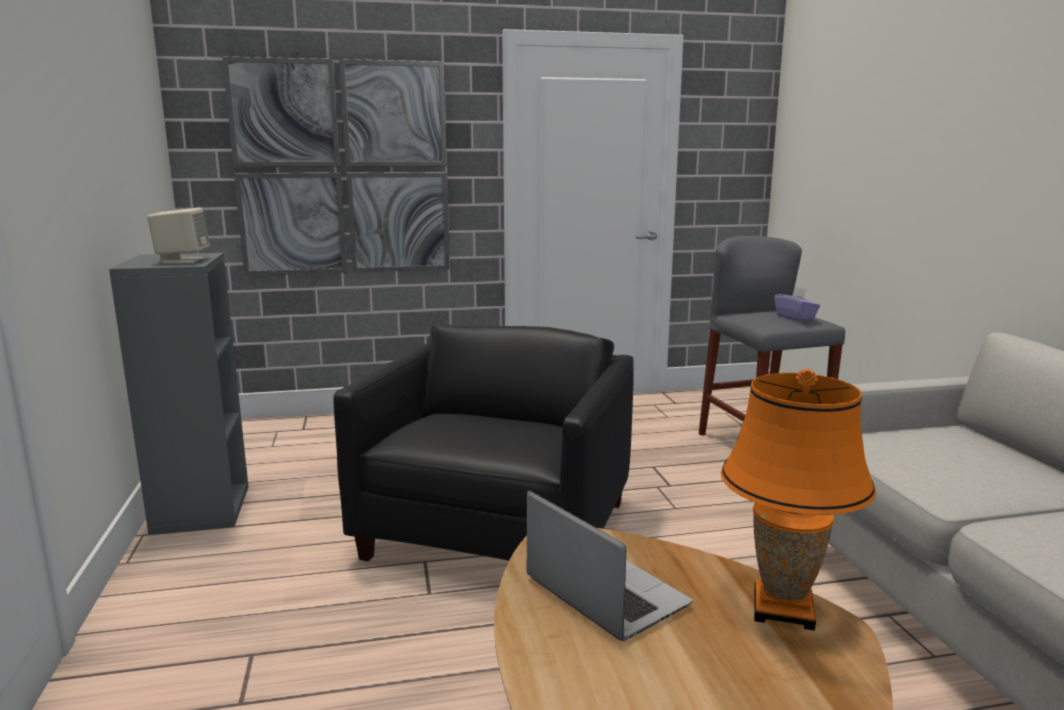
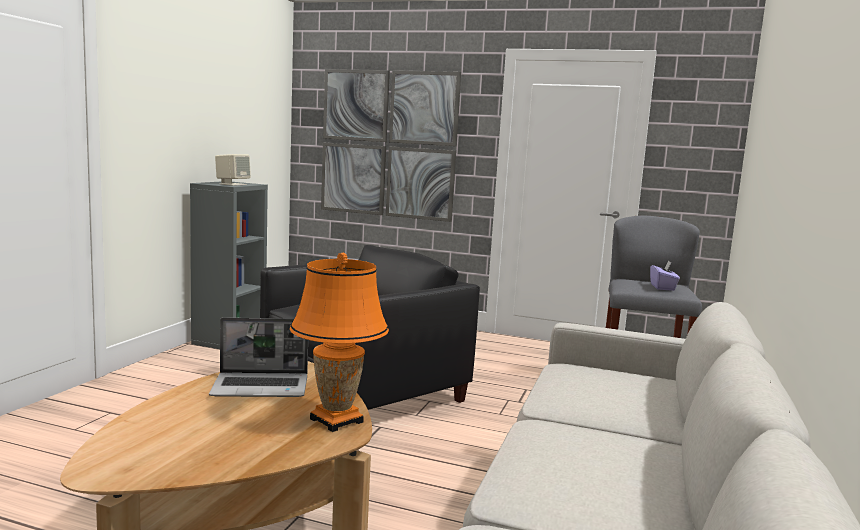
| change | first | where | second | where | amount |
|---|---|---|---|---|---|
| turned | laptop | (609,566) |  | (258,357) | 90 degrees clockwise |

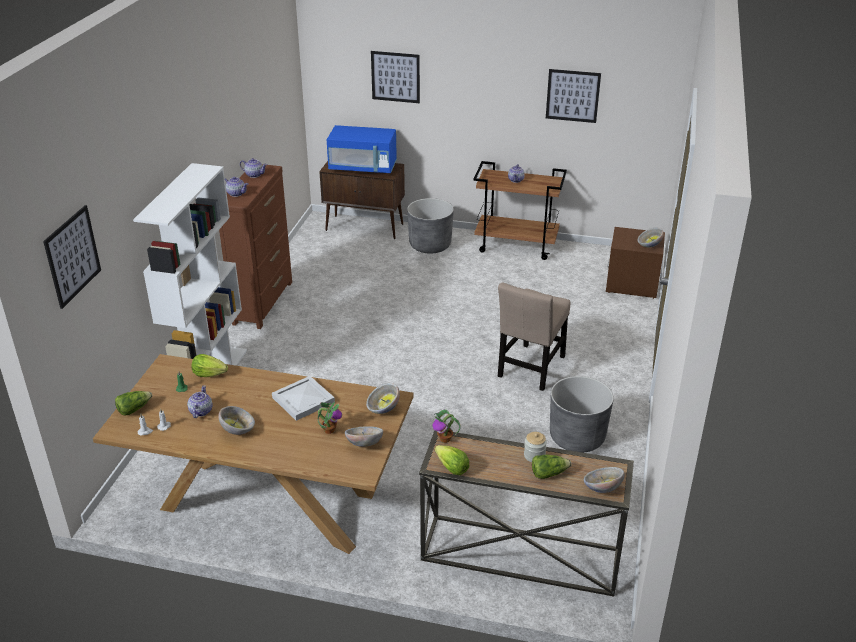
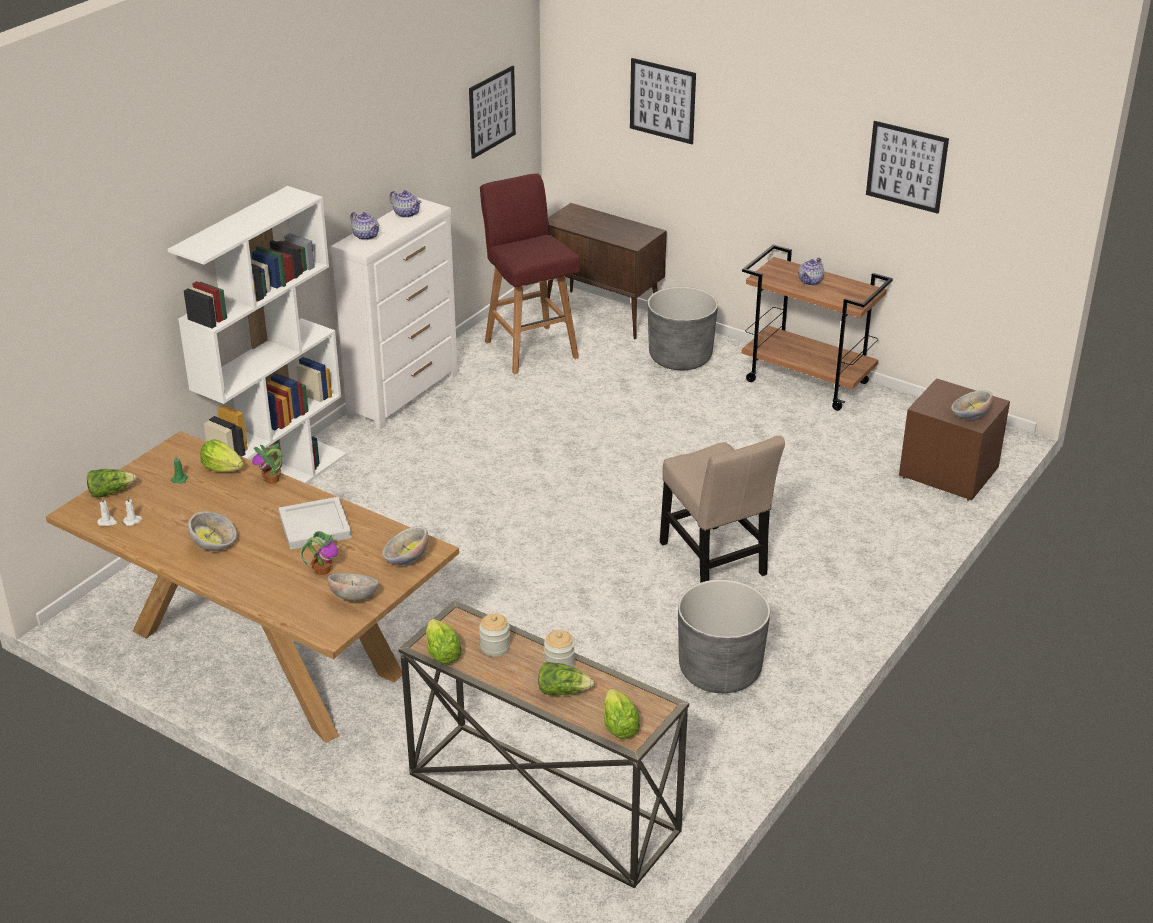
| change | first | where | second | where | amount |
|---|---|---|---|---|---|
| removed | kitchen microwave (blue-coloured) | (362,149) |  |  |  |
| recoloured | dresser (brown) | (255,246) | dresser (white) | (394,313) |  |
| moved | picture | (72,257) |  | (492,112) |  |
| turned | chair (beige) | (534,337) |  | (722,509) | 75 degrees counterclockwise |
| removed | teapot | (200,401) |  |  |  |
| moved | houseplant | (446,426) |  | (267,463) |  |
| replaced | serving bowl | (604,480) | lettuce head | (622,714) |  |
| added |  |  | stool (red) | (530,274) |  |
| added |  |  | storage jar | (494,635) |  |

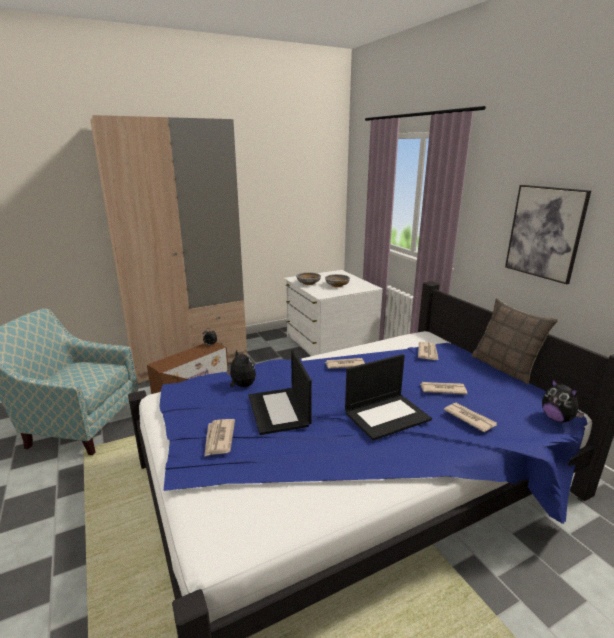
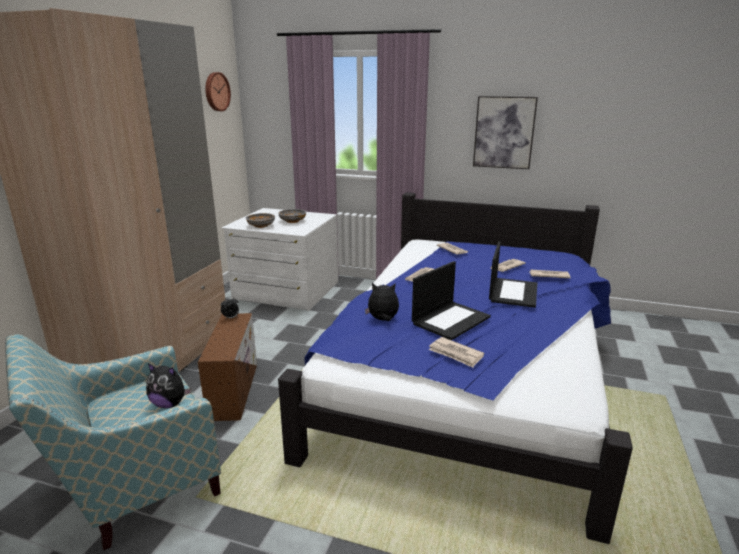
| change | first | where | second | where | amount |
|---|---|---|---|---|---|
| removed | throw pillow | (514,341) |  |  |  |
| turned | laptop | (280,392) |  | (451,300) | 75 degrees counterclockwise |
| moved | plush toy | (563,400) |  | (169,385) |  |
| added |  |  | clock on the wall | (218,91) |  |

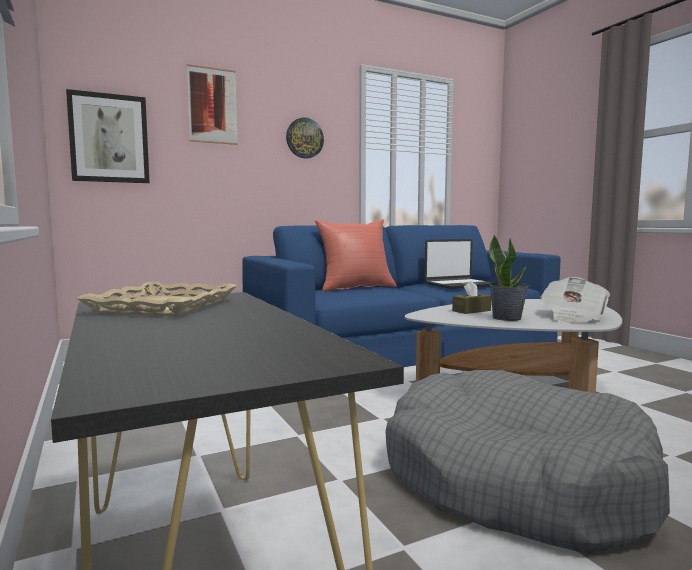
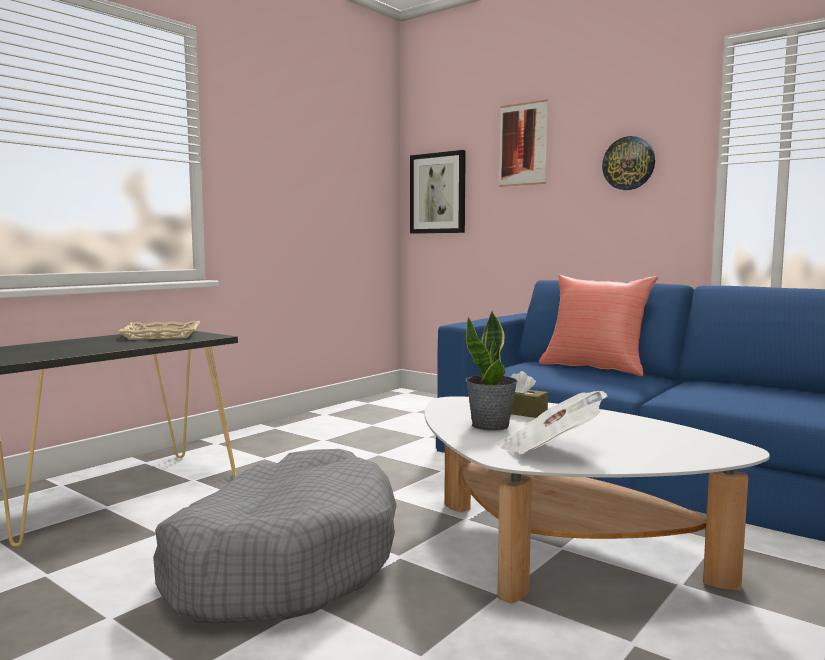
| change | first | where | second | where | amount |
|---|---|---|---|---|---|
| removed | laptop | (459,264) |  |  |  |

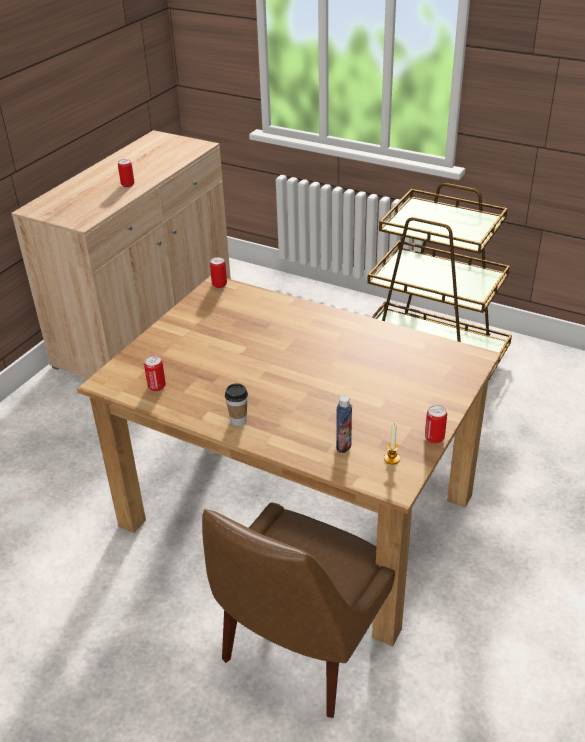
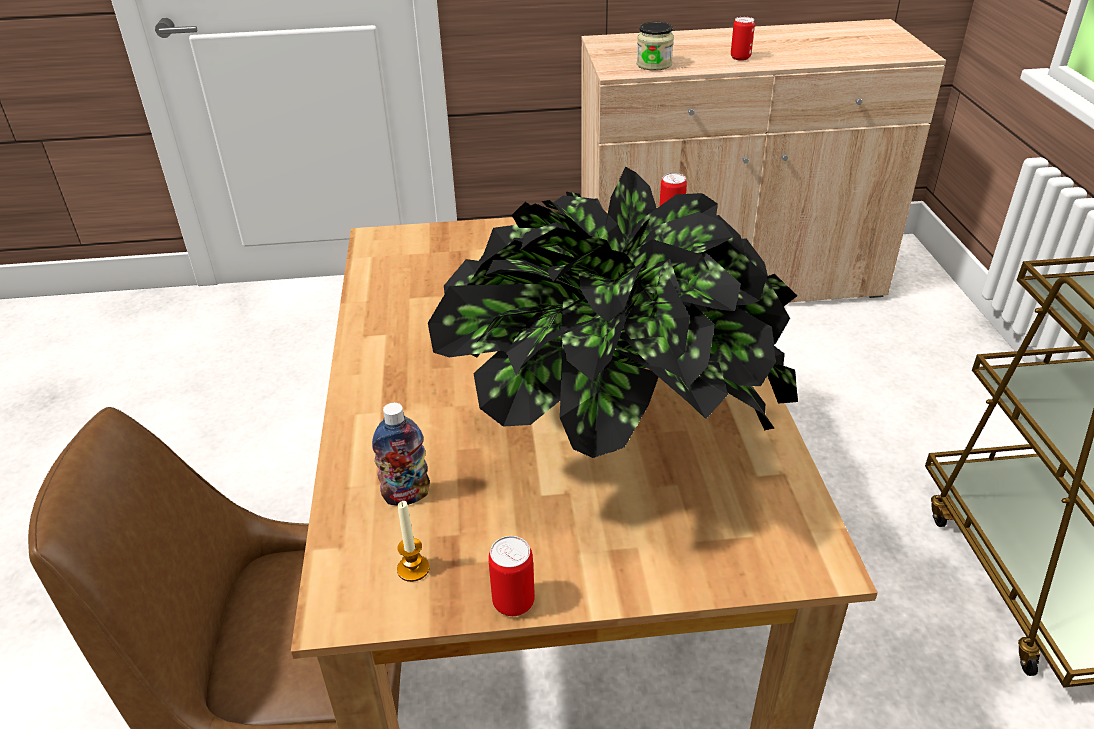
| change | first | where | second | where | amount |
|---|---|---|---|---|---|
| removed | metal can | (155,373) |  |  |  |
| removed | small cup | (236,404) |  |  |  |
| added |  |  | storage jar | (655,46) |  |
| added |  |  | houseplant | (613,312) |  |

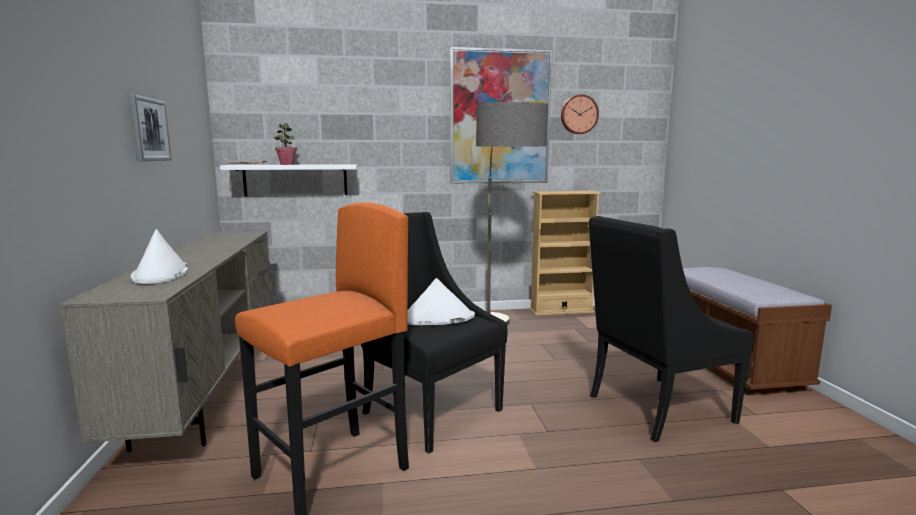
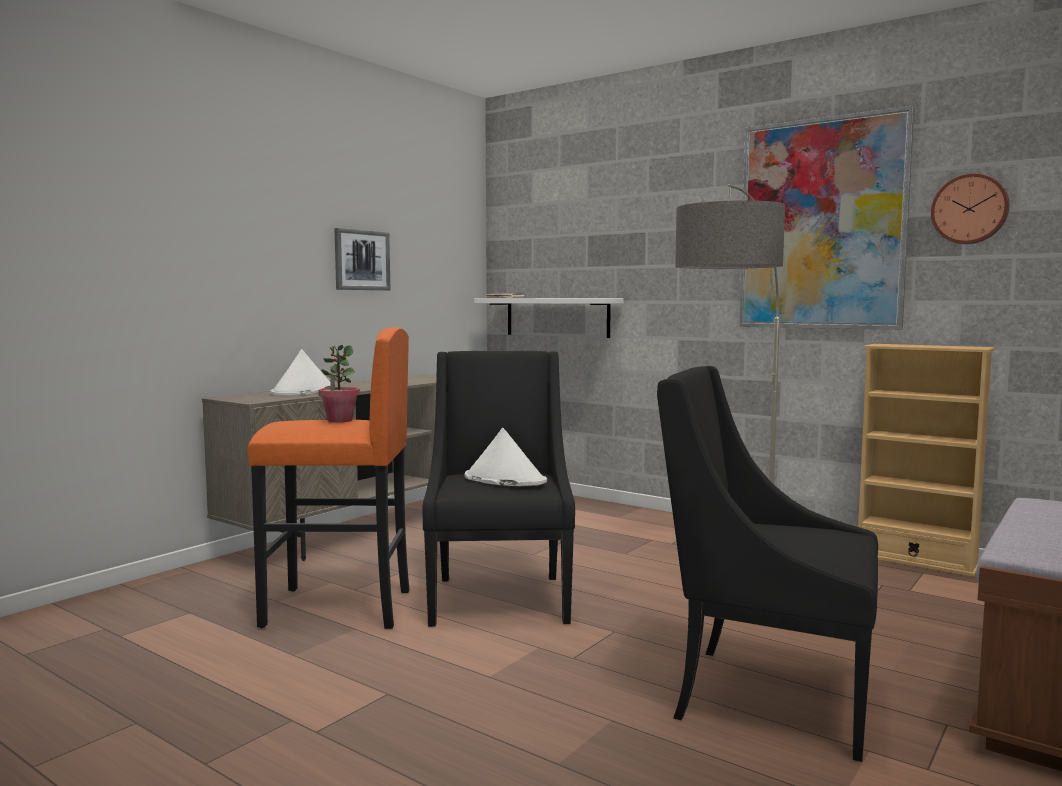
| change | first | where | second | where | amount |
|---|---|---|---|---|---|
| moved | houseplant | (285,144) |  | (339,384) |  |

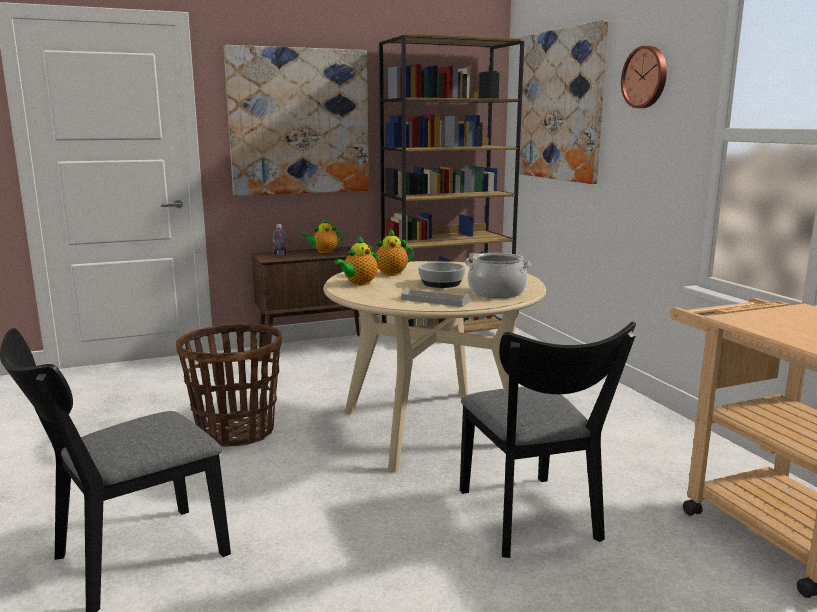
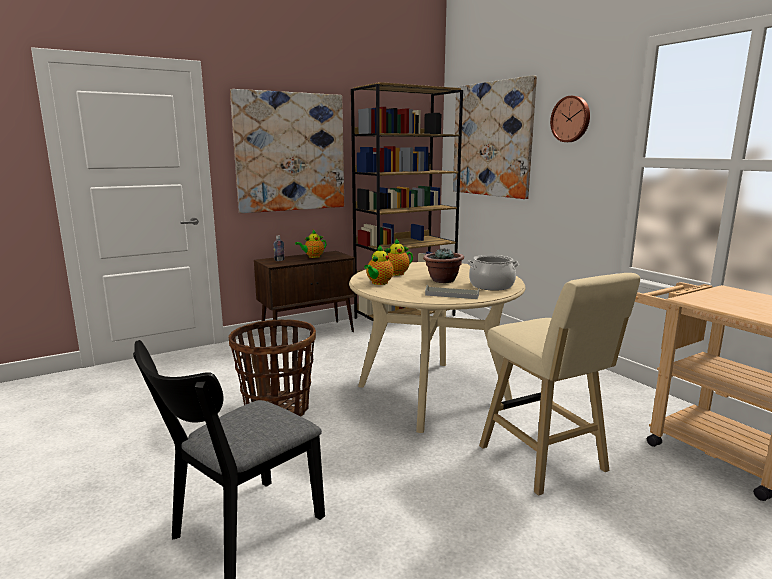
| change | first | where | second | where | amount |
|---|---|---|---|---|---|
| replaced | serving bowl | (442,275) | houseplant | (443,265) |  |
| replaced | chair (black-coloured) | (548,439) | stool (beige) | (559,384) |  |

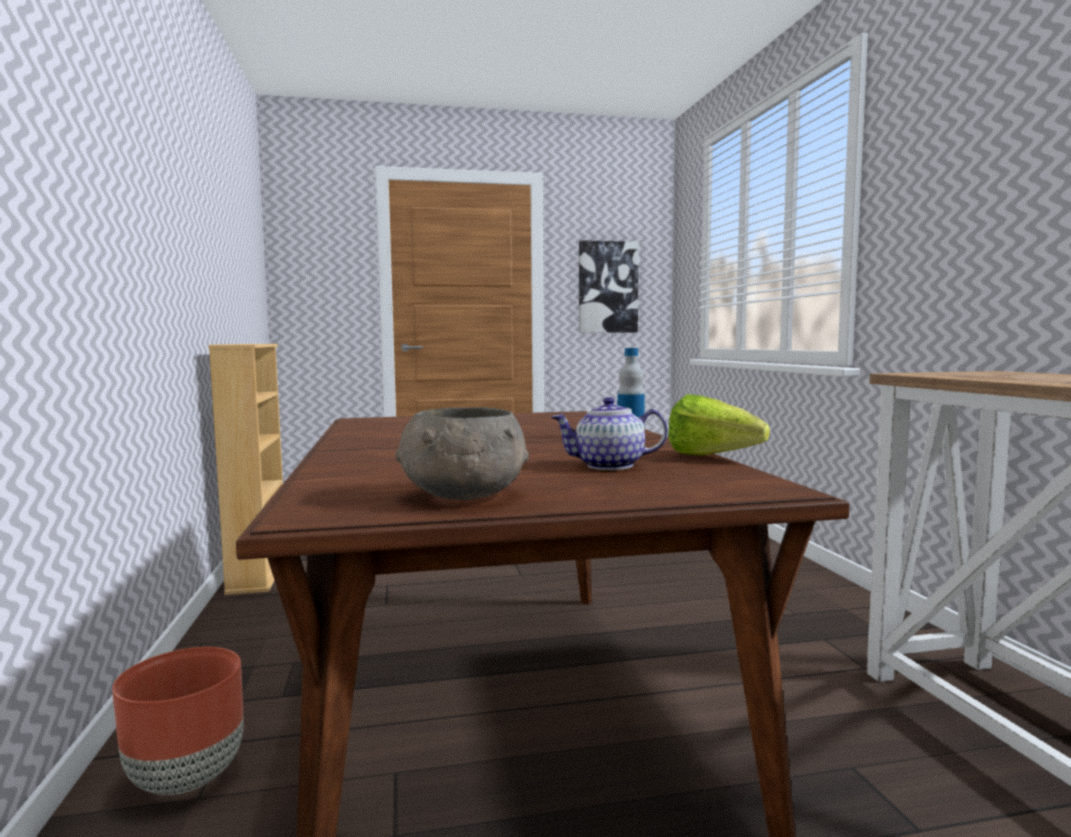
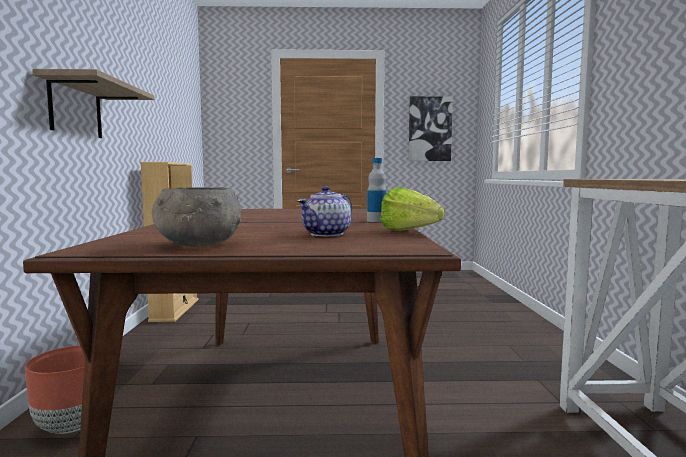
| change | first | where | second | where | amount |
|---|---|---|---|---|---|
| turned | teapot | (610,433) |  | (324,211) | 60 degrees counterclockwise |
| added |  |  | wall shelf | (93,103) |  |

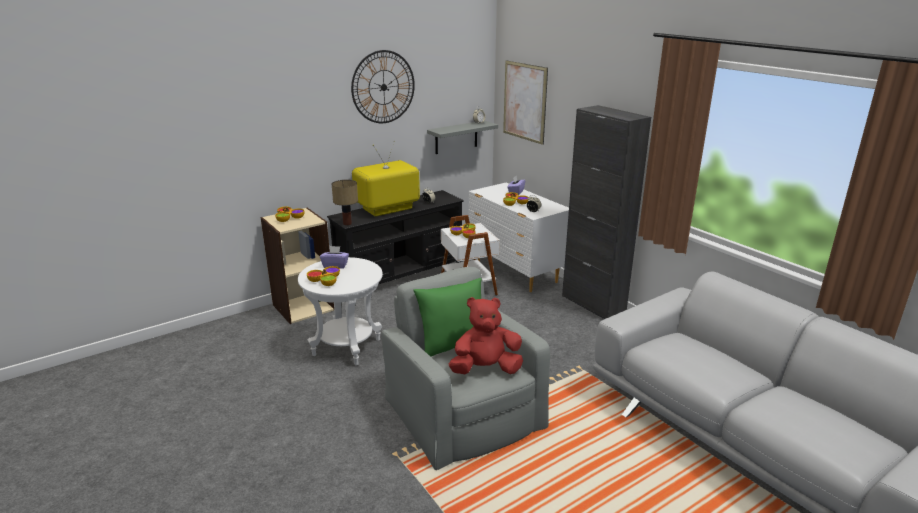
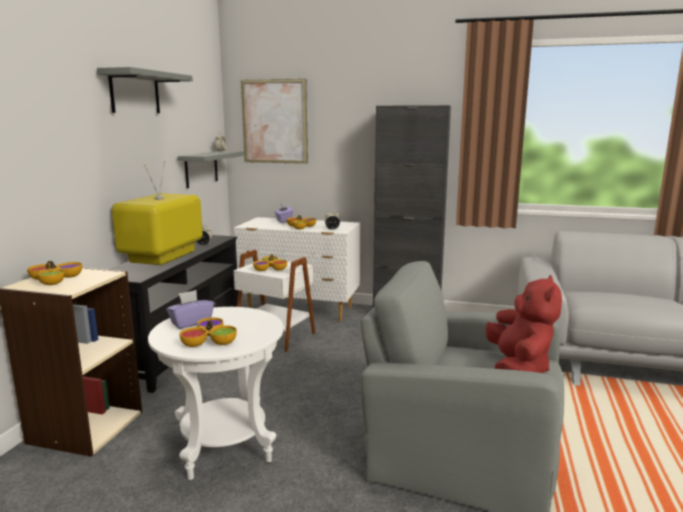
| change | first | where | second | where | amount |
|---|---|---|---|---|---|
| replaced | clock on the wall | (383,86) | wall shelf (grey) | (145,90) |  |
| removed | table lamp | (345,202) |  |  |  |
| removed | throw pillow (green-coloured) | (447,317) |  |  |  |
| turned | plush toy (red) | (486,335) |  | (524,324) | 150 degrees clockwise |

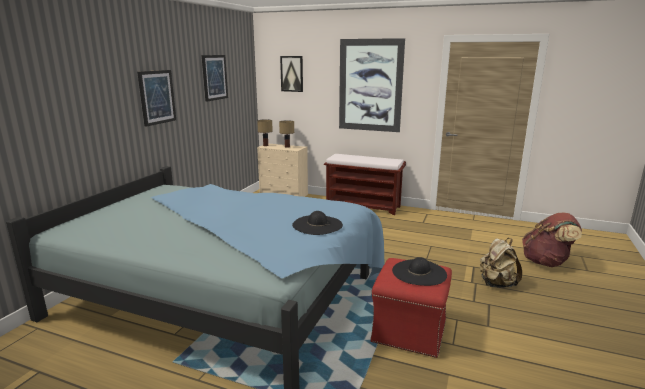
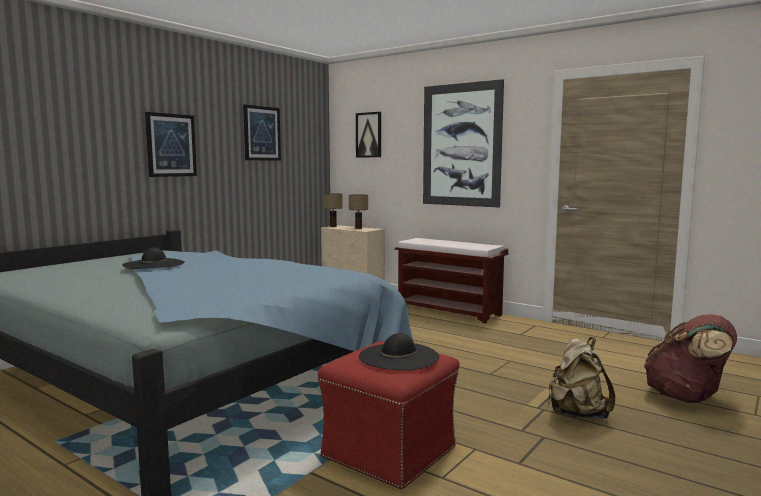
| change | first | where | second | where | amount |
|---|---|---|---|---|---|
| moved | hat (black-coloured) | (317,223) |  | (153,258) |  |

